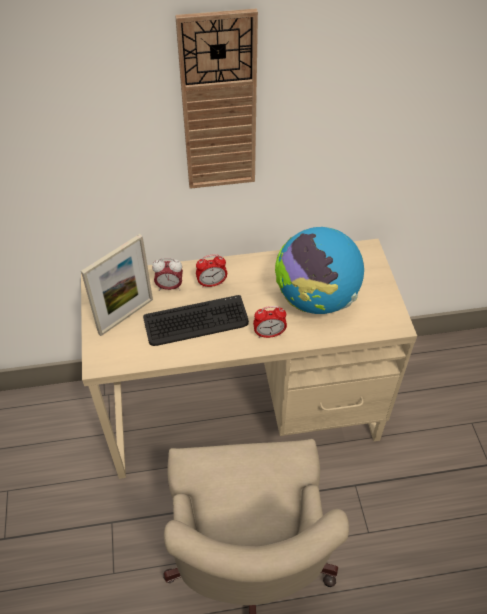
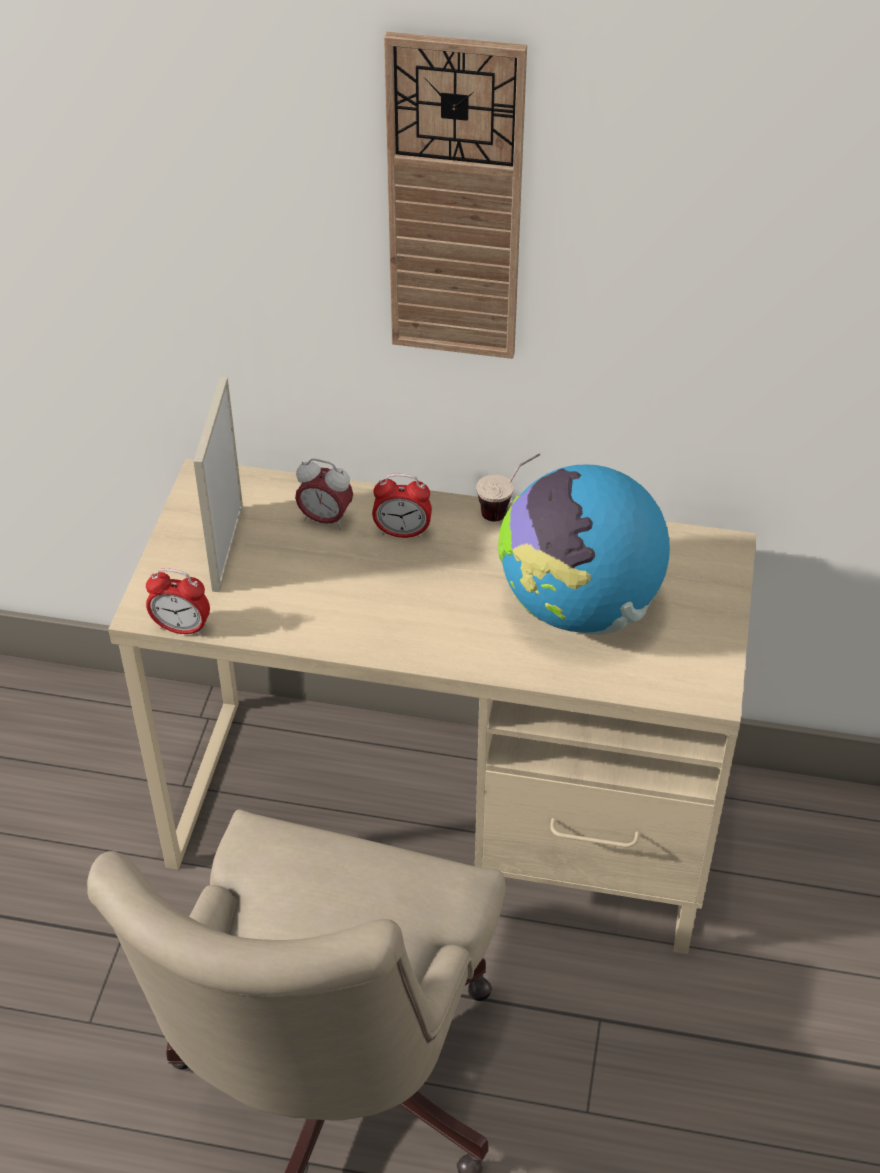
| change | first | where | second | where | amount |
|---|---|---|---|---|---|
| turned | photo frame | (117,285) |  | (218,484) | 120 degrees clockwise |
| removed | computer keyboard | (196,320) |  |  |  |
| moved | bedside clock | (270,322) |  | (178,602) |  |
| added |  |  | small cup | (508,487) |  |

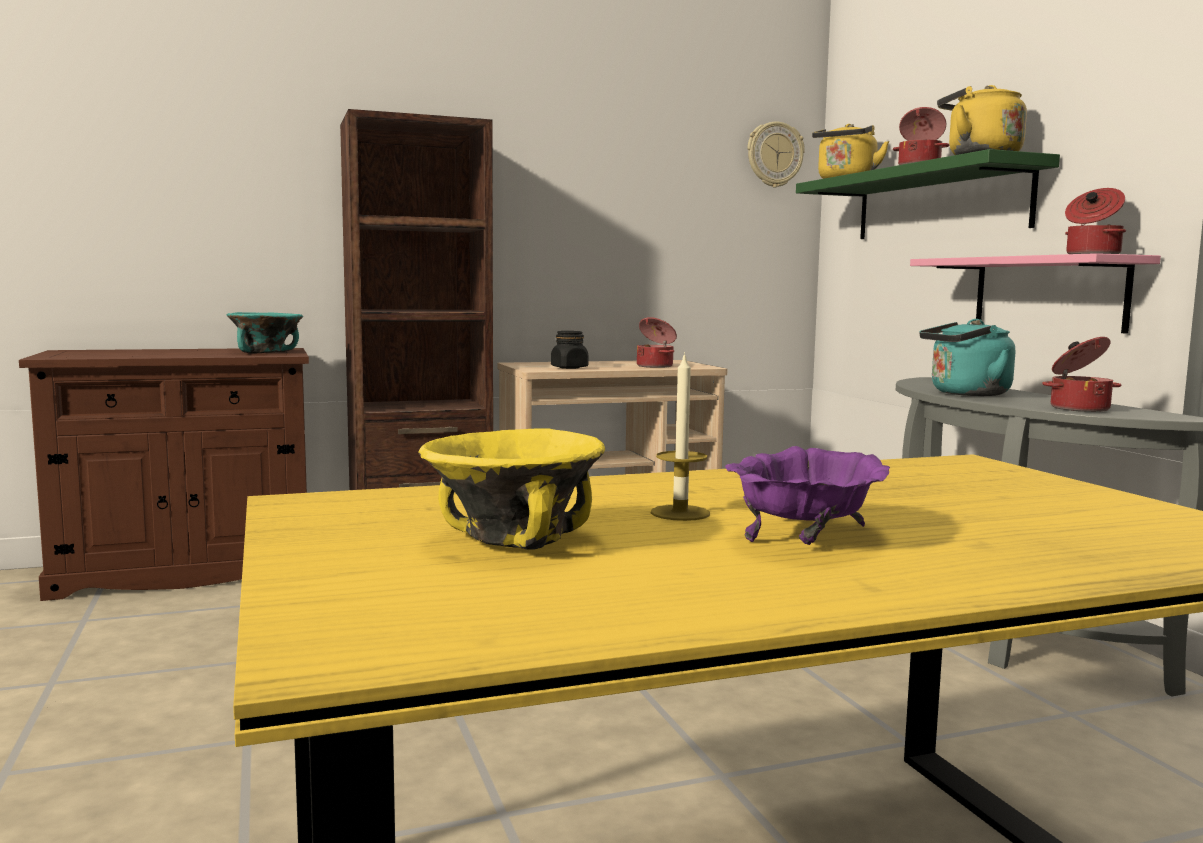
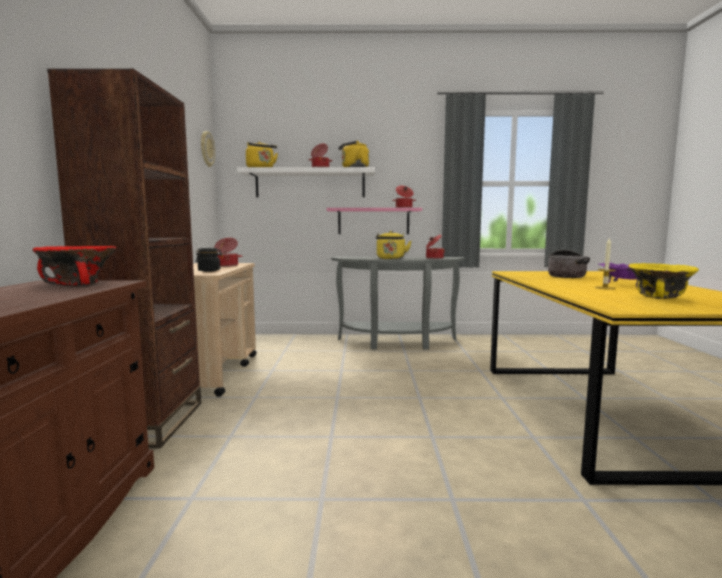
| change | first | where | second | where | amount |
|---|---|---|---|---|---|
| recoloured | wall shelf (green-coloured) | (928,194) | wall shelf (white) | (306,182) |  |
| recoloured | serving bowl (turquoise) | (265,333) | serving bowl (red) | (74,266) |  |
| recoloured | kettle (turquoise) | (967,357) | kettle (yellow-coloured) | (393,245) |  |
| added |  |  | saucepot | (569,264) |  |

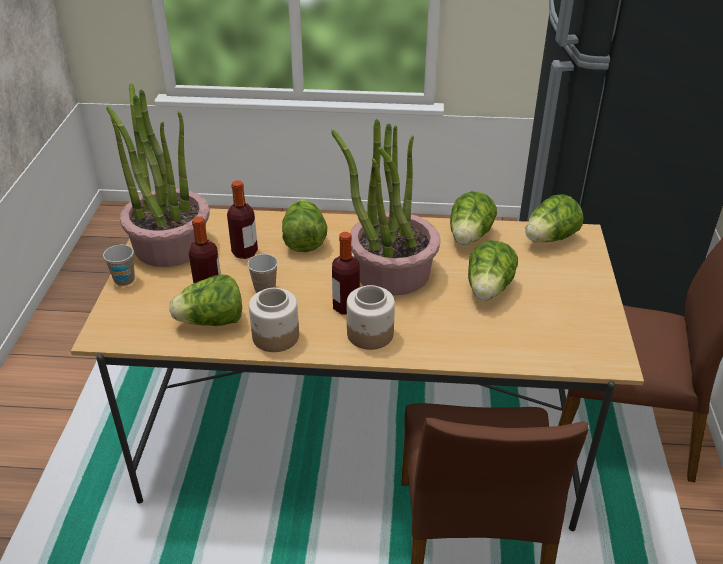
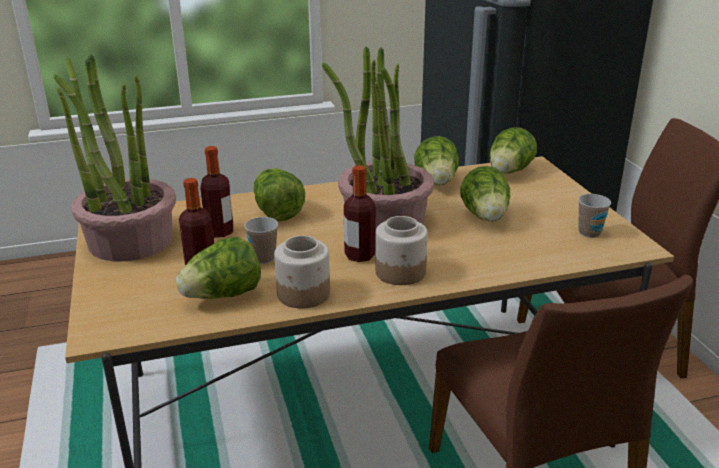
| change | first | where | second | where | amount |
|---|---|---|---|---|---|
| moved | small cup | (119,265) |  | (594,216) |  |

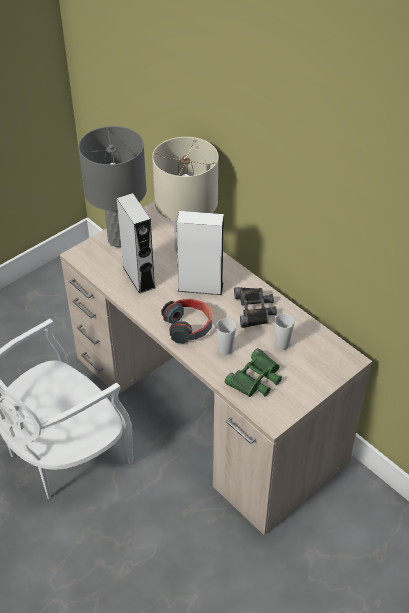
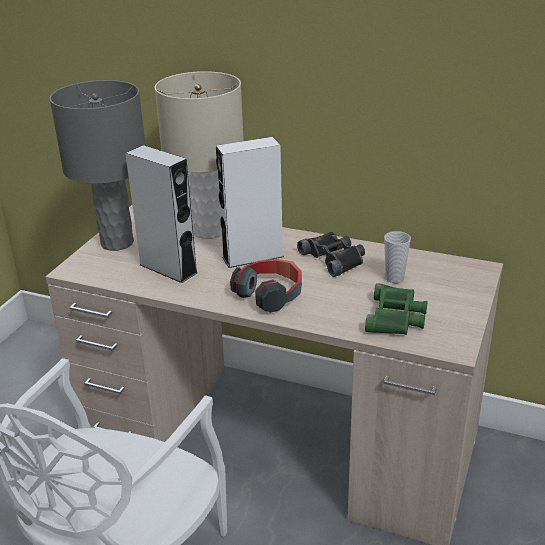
| change | first | where | second | where | amount |
|---|---|---|---|---|---|
| removed | small cup | (226,336) |  |  |  |

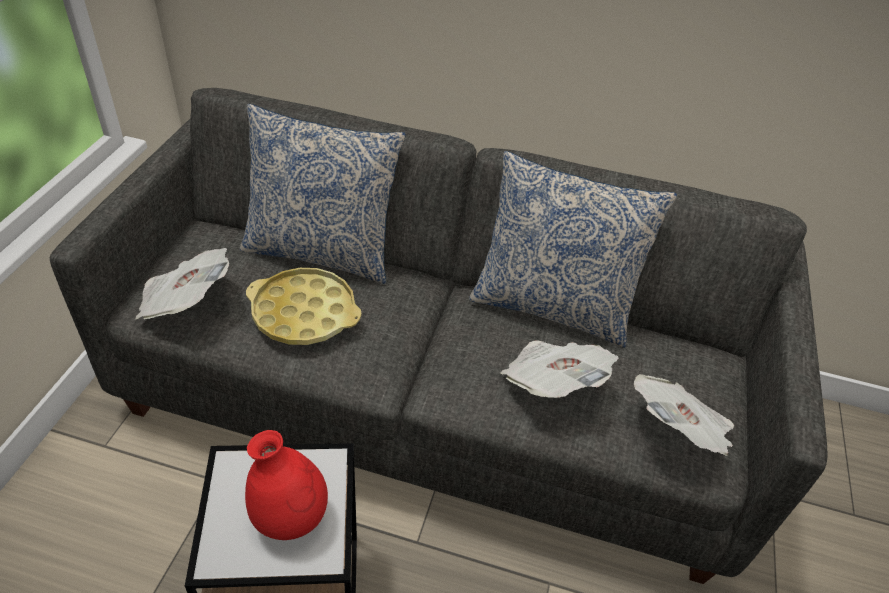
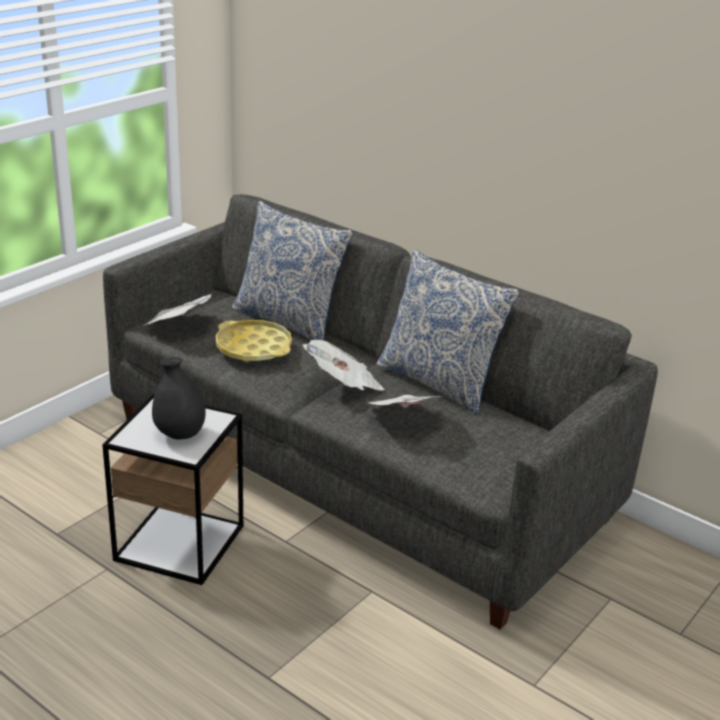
| change | first | where | second | where | amount |
|---|---|---|---|---|---|
| moved | newspaper | (684,415) |  | (343,365) |  |
| recoloured | vase (red) | (286,485) | vase (black-coloured) | (179,398) |  |

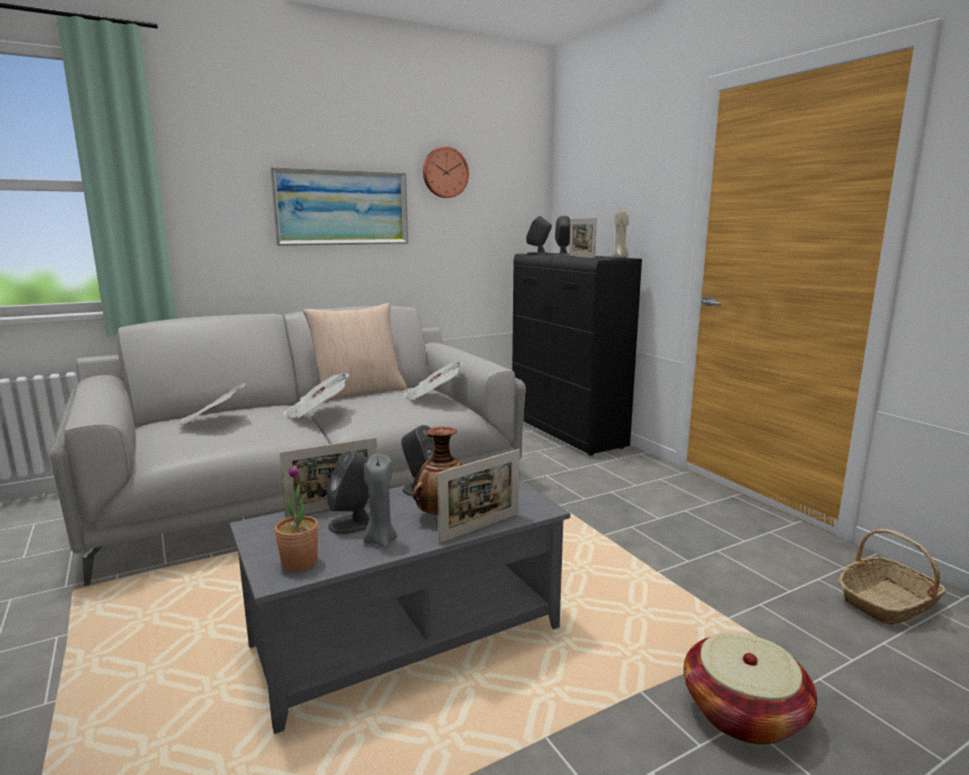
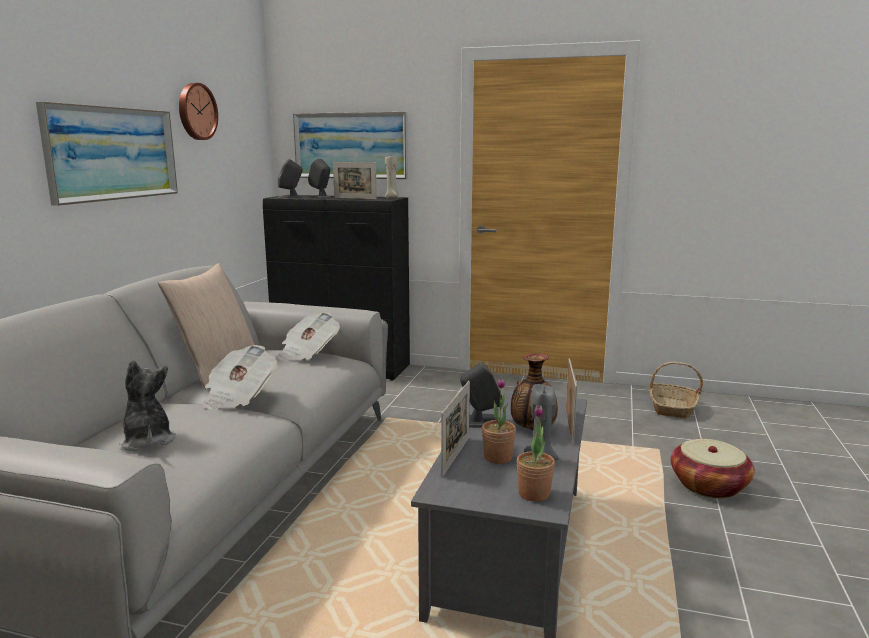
| change | first | where | second | where | amount |
|---|---|---|---|---|---|
| replaced | newspaper | (213,405) | plush toy | (147,405) |  |
| replaced | audio speaker (grey) | (348,492) | houseplant | (499,421) |  |
| added |  |  | picture | (350,145) |  |

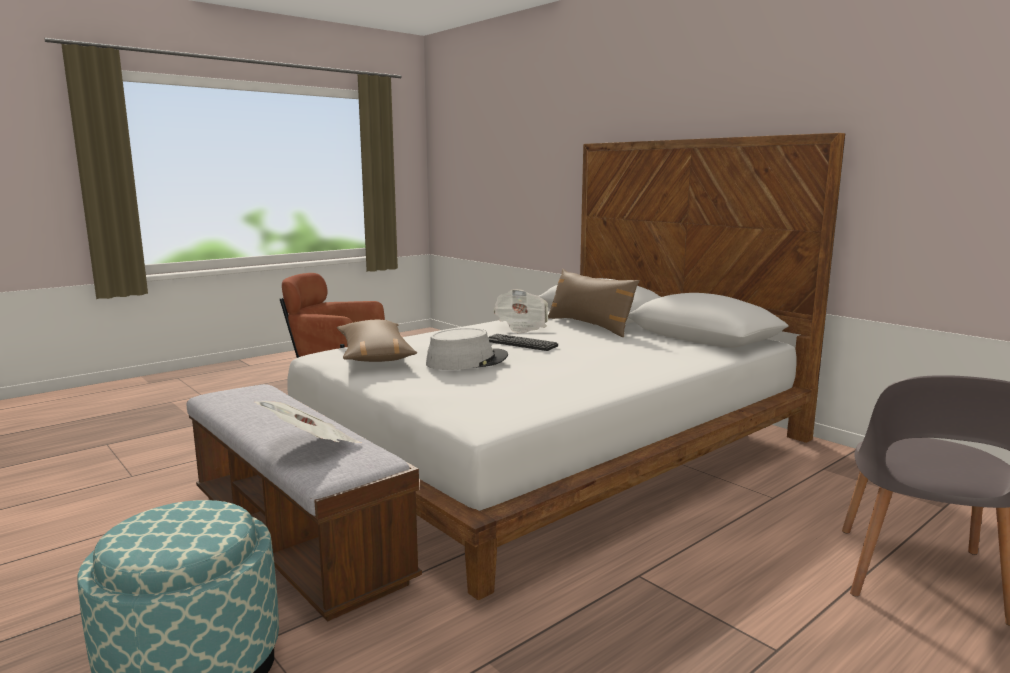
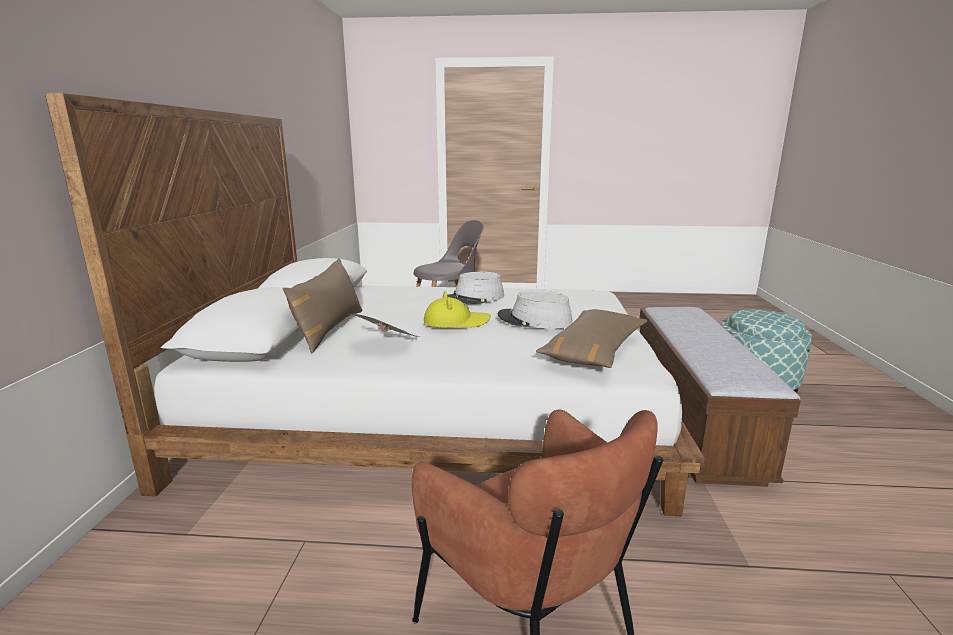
| change | first | where | second | where | amount |
|---|---|---|---|---|---|
| replaced | computer keyboard | (523,342) | hat (yellow-coloured) | (457,309) |  |
| removed | newspaper | (308,422) |  |  |  |
| added |  |  | hat (grey) | (475,288) |  |

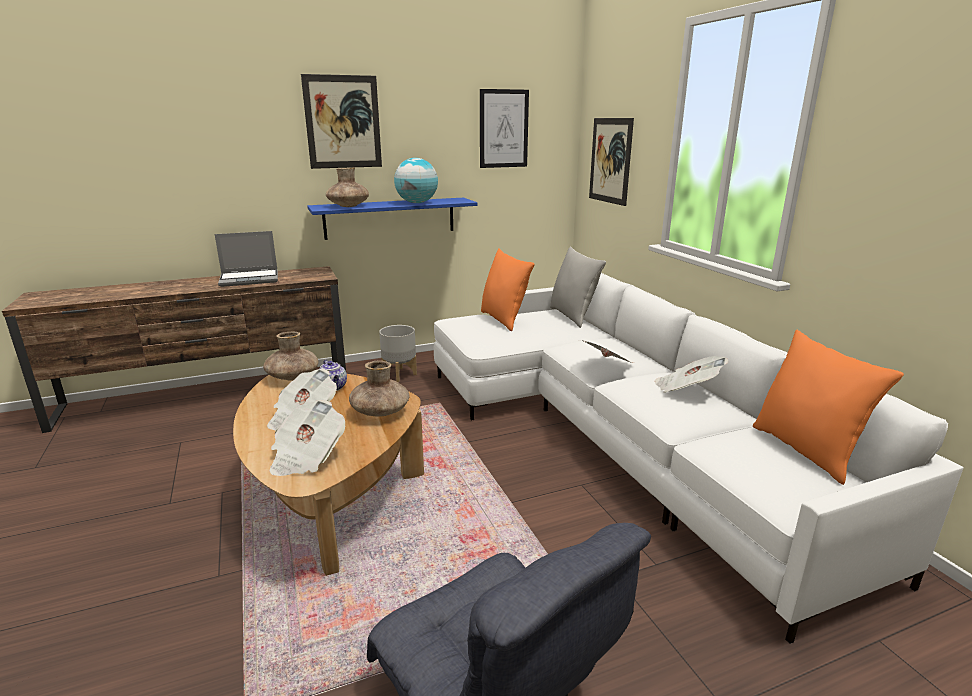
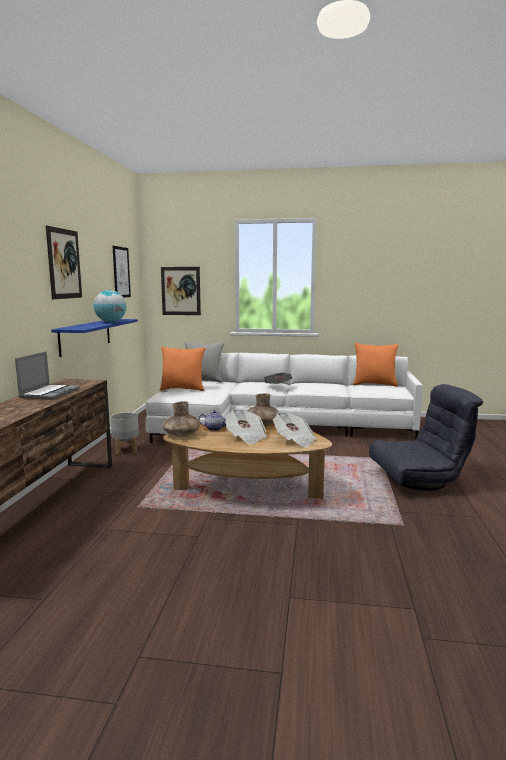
| change | first | where | second | where | amount |
|---|---|---|---|---|---|
| removed | vase (brown) | (347,187) |  |  |  |
| removed | newspaper | (691,374) |  |  |  |

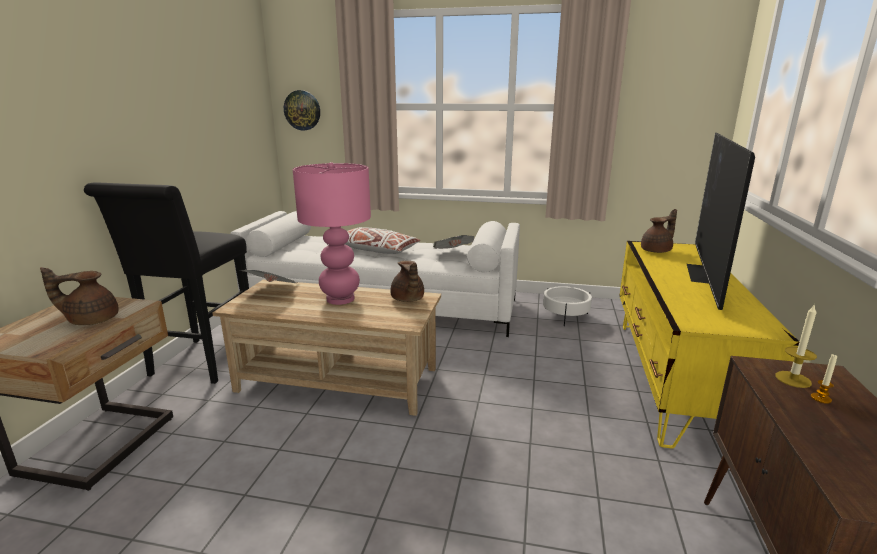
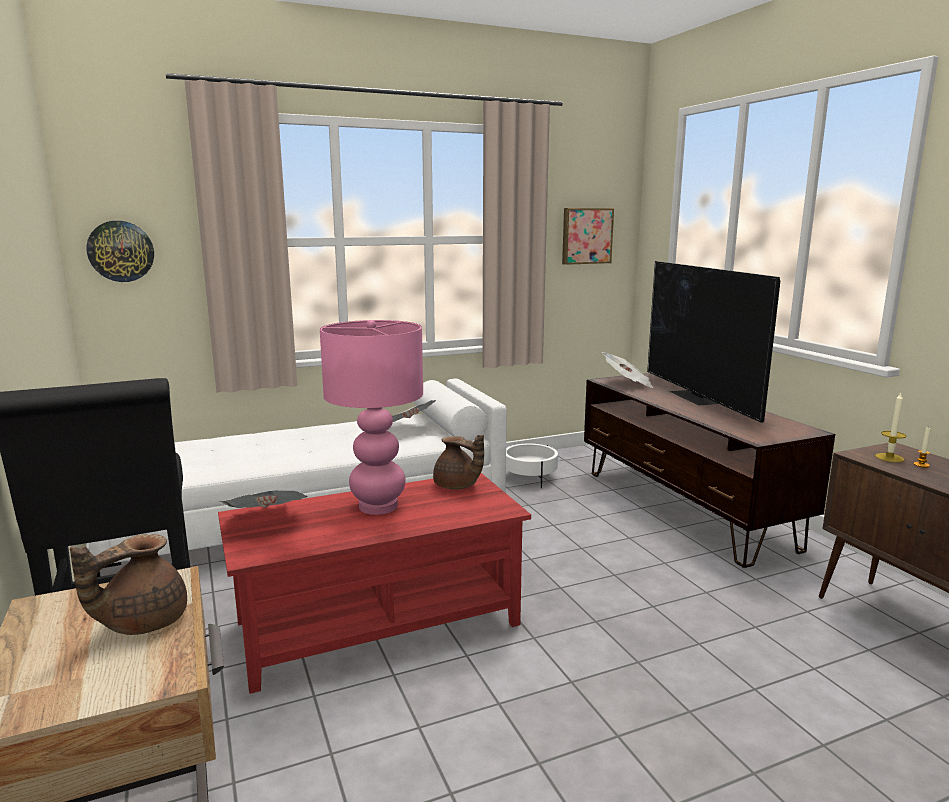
| change | first | where | second | where | amount |
|---|---|---|---|---|---|
| replaced | teapot (brown) | (659,231) | newspaper | (627,370) |  |
| removed | throw pillow (white) | (383,240) |  |  |  |
| recoloured | tv stand (yellow-coloured) | (709,345) | tv stand (brown) | (709,470) |  |
| recoloured | low table (beige) | (326,348) | low table (red) | (374,583) |  |
| added |  |  | picture | (588,236) |  |

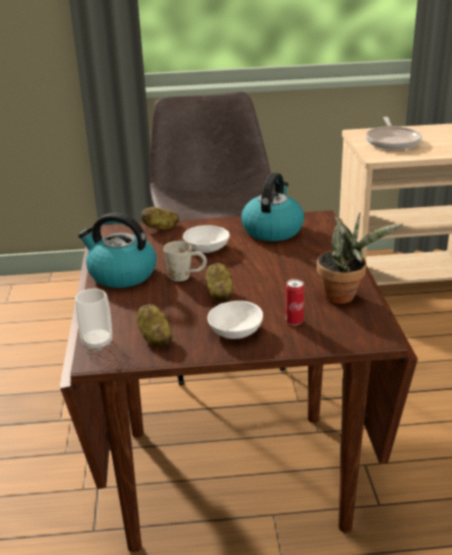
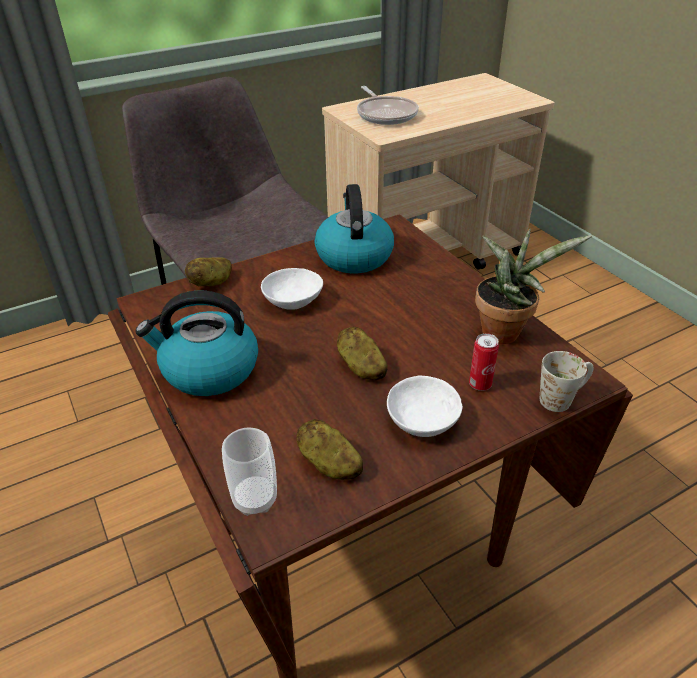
| change | first | where | second | where | amount |
|---|---|---|---|---|---|
| moved | coffee mug (white) | (185,261) |  | (567,381) |  |

